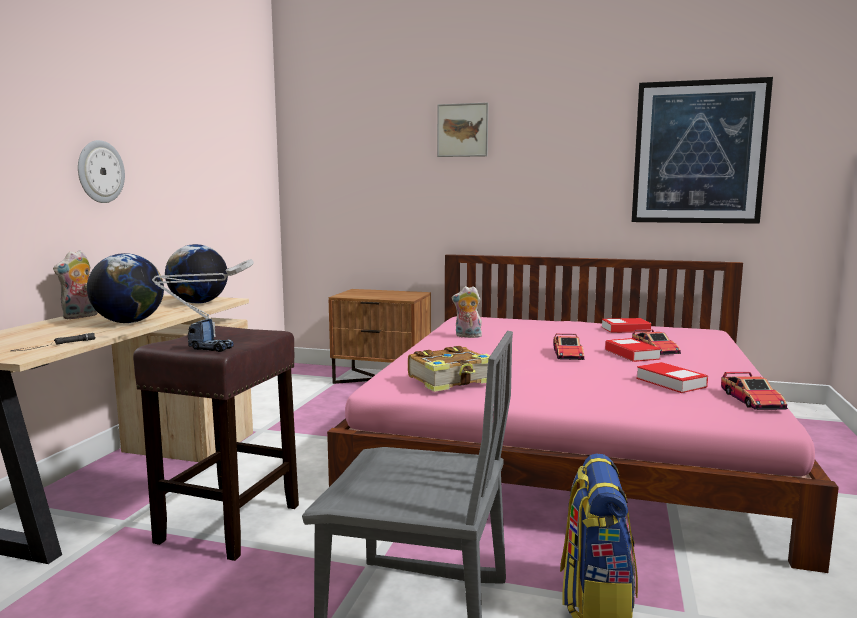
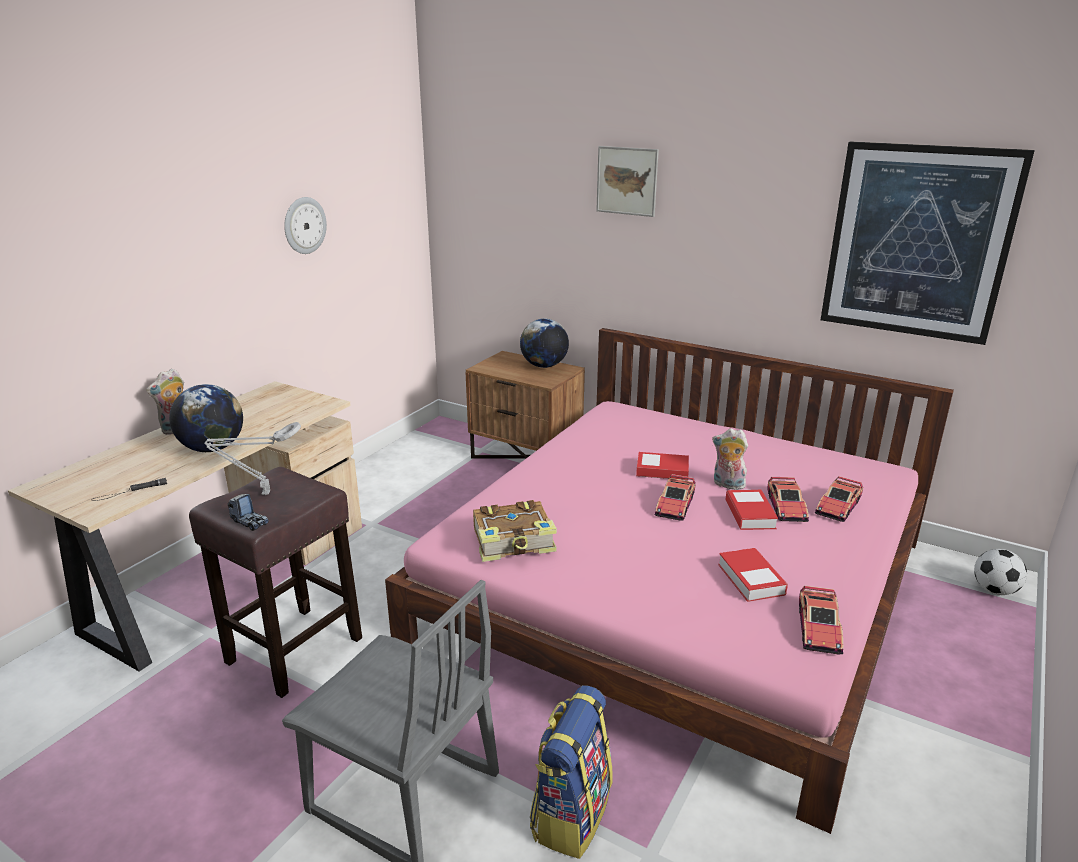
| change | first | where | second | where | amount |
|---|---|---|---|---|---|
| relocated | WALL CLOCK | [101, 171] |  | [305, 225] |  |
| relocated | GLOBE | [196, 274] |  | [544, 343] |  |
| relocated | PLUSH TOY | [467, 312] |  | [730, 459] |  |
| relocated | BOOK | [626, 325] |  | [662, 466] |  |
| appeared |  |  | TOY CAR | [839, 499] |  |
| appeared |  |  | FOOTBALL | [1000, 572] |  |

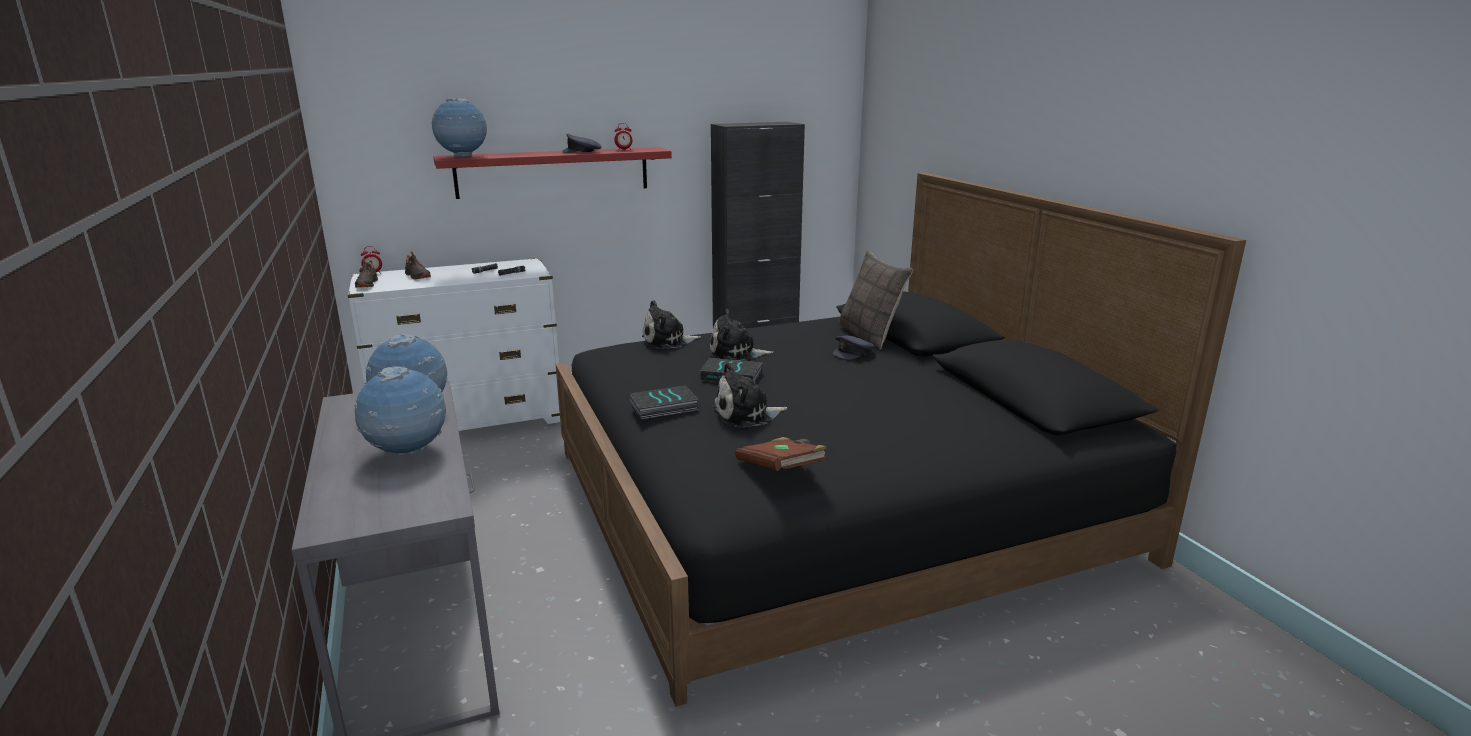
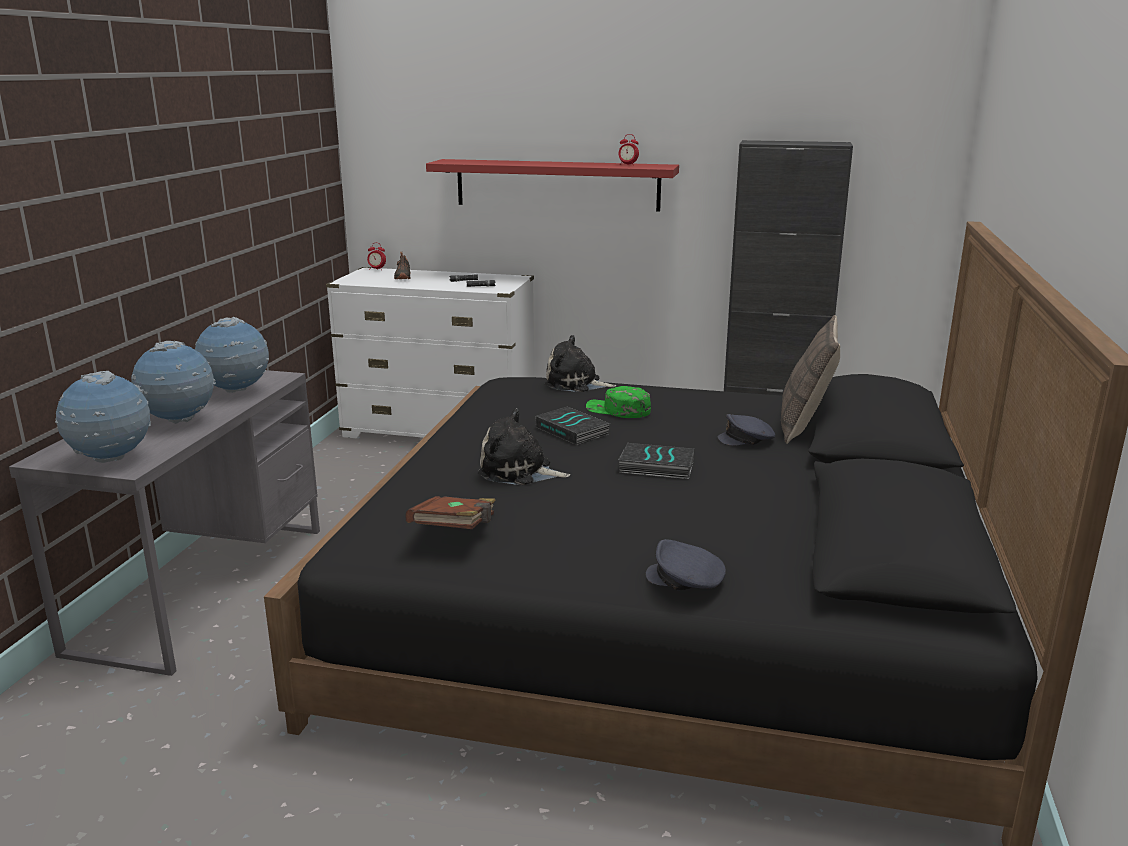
| change | first | where | second | where | amount |
|---|---|---|---|---|---|
| relocated | GLOBE | [459, 127] |  | [103, 417] |  |
| relocated | GREY CAP | [581, 143] |  | [686, 564] |  |
| missing | BLACK SHOE | [366, 273] |  |  |  |
| exchanged | PLUSH TOY | [741, 335] | GREEN CAP | [618, 402] |  |
| relocated | BOOK | [664, 402] |  | [656, 461] |  |

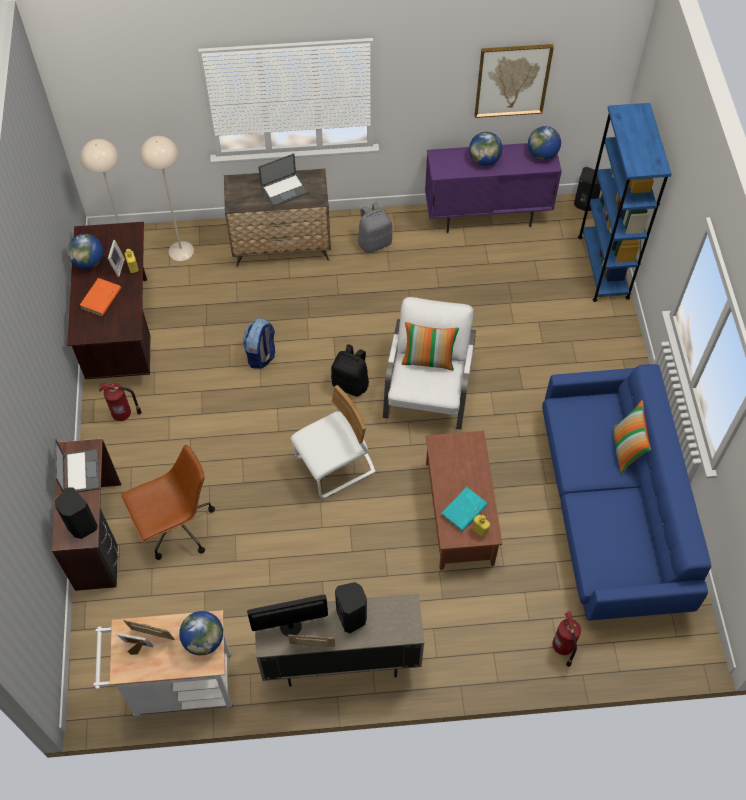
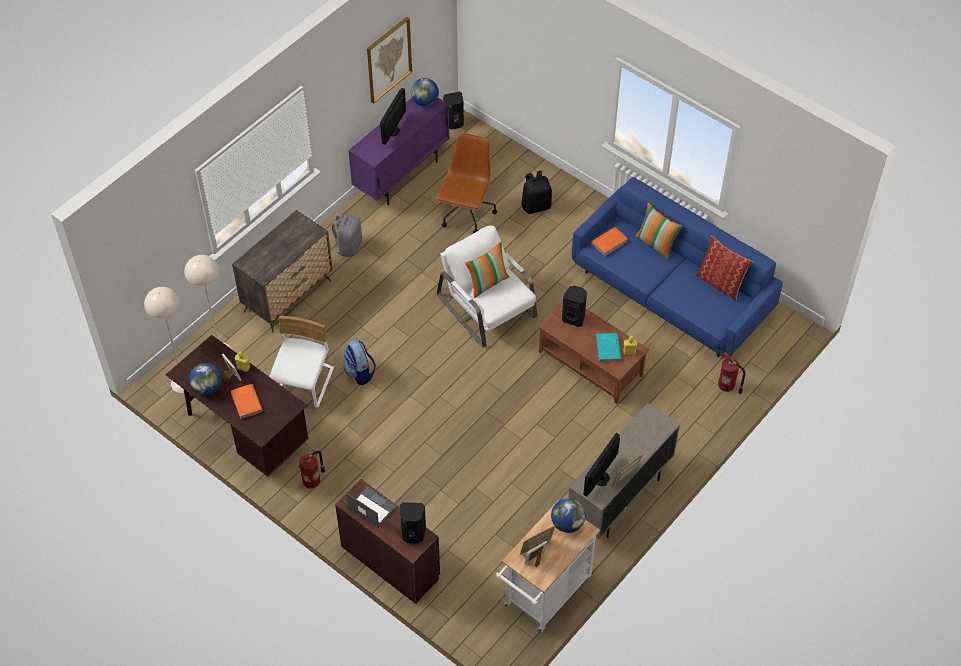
| change | first | where | second | where | amount |
|---|---|---|---|---|---|
| missing | BLUE BOOKCASE | [625, 202] |  |  |  |
| exchanged | GLOBE | [485, 149] | MONITOR | [393, 116] |  |
| missing | LAPTOP | [283, 180] |  |  |  |
| relocated | BLACK BACKPACK | [350, 370] |  | [536, 192] |  |
| relocated | WHITE CHAIR | [332, 442] |  | [301, 362] |  |
| relocated | BROWN OFFICE CHAIR | [168, 502] |  | [467, 183] |  |
| relocated | BLACK SPEAKER | [351, 607] |  | [574, 306] |  |
| appeared |  |  | ORANGE BOOK | [609, 241] |  |
| appeared |  |  | PILLOW | [724, 268] |  |

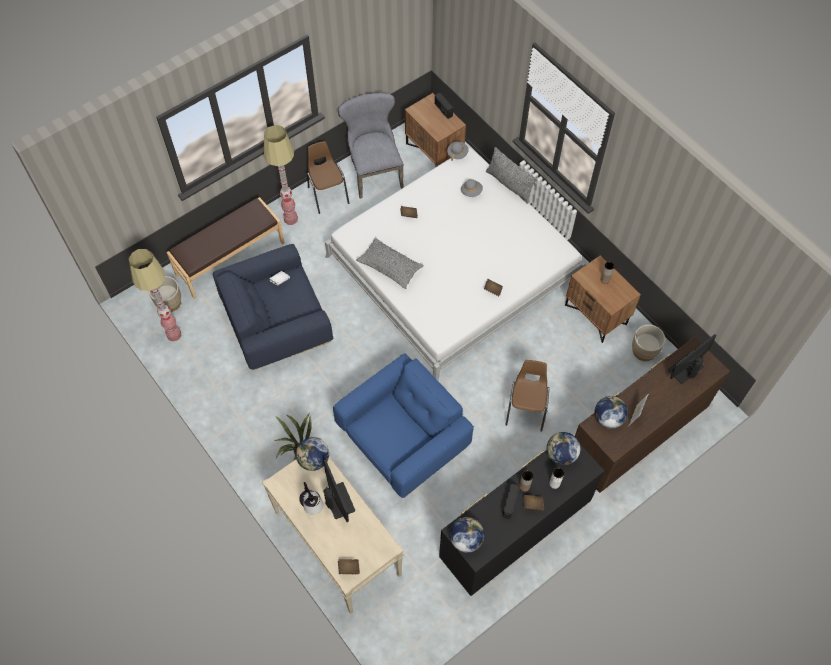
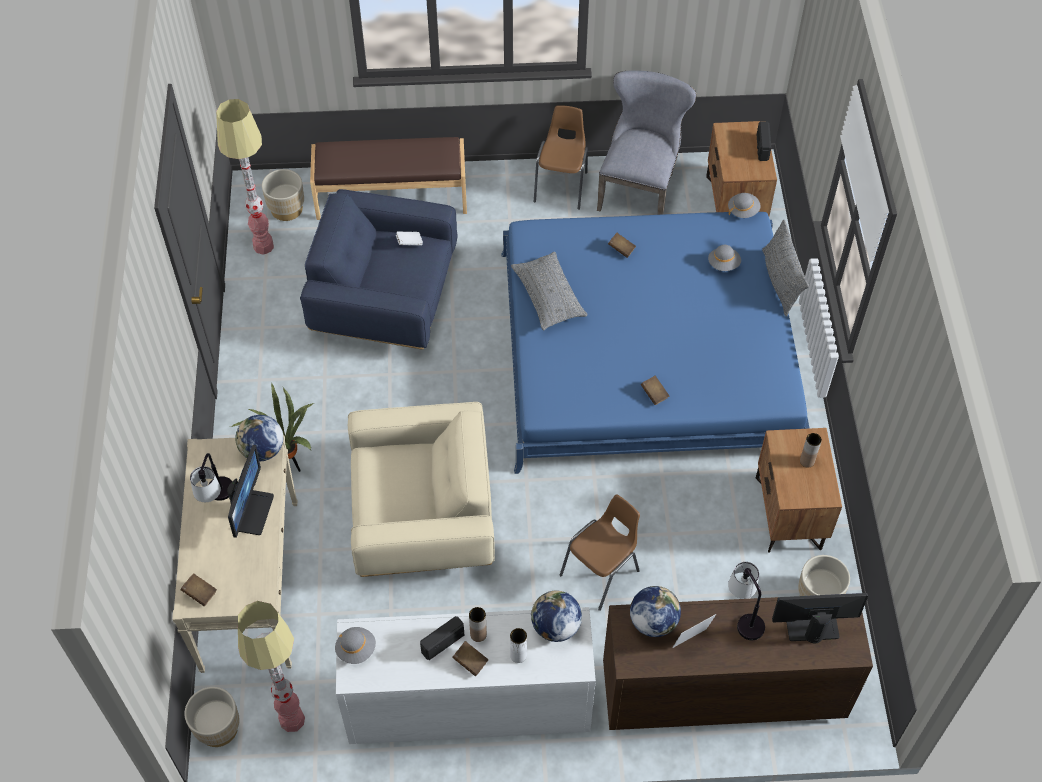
| change | first | where | second | where | amount |
|---|---|---|---|---|---|
| relocated | FLOOR LAMP | [281, 175] |  | [271, 666] |  |
| colour | WHITE BED | [455, 264] | BLUE BED | [655, 343] |  |
| colour | BLUE ARMCHAIR | [403, 425] | BEIGE ARMCHAIR | [421, 489] |  |
| colour | BLACK DRESSER | [521, 520] | WHITE DRESSER | [466, 675] |  |
| exchanged | GLOBE | [467, 535] | GREY HAT | [355, 645] |  |
| appeared |  |  | TABLE LAMP | [746, 601] |  |
| appeared |  |  | BEIGE PLANTER | [212, 717] |  |

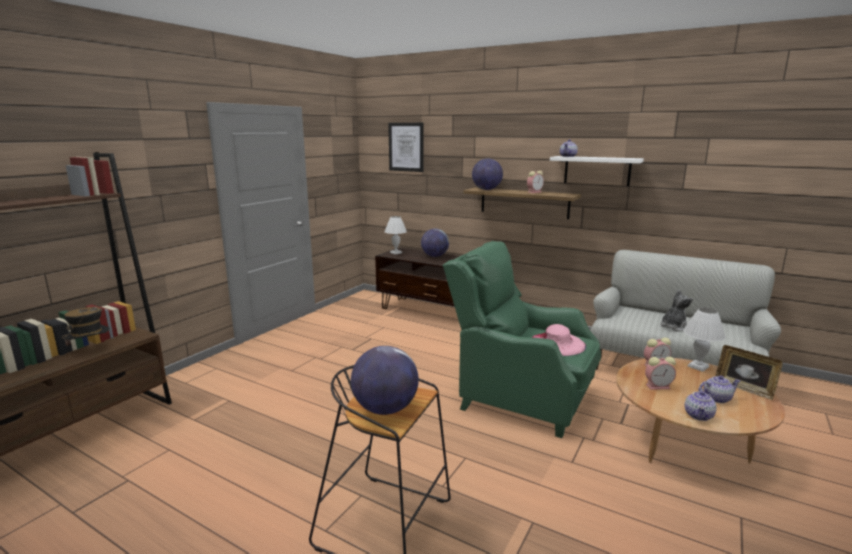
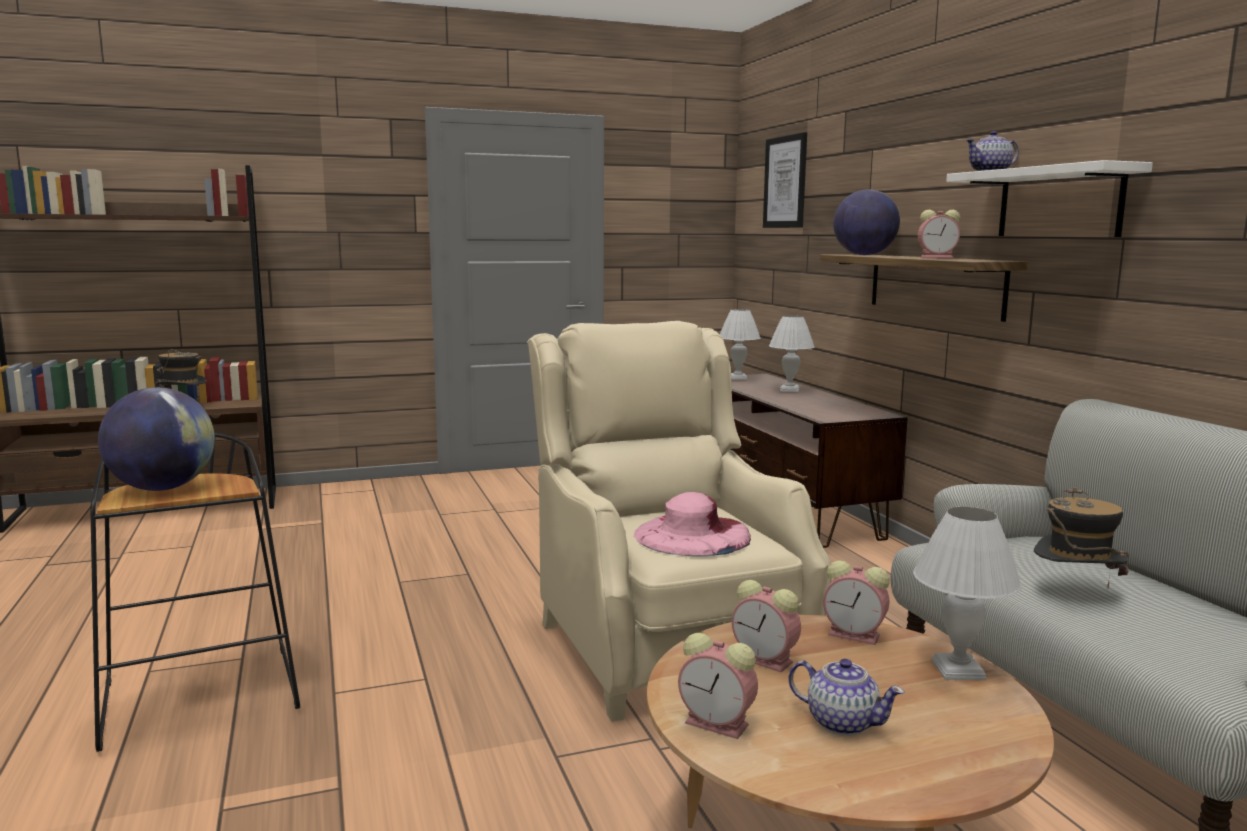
| change | first | where | second | where | amount |
|---|---|---|---|---|---|
| exchanged | GLOBE | [435, 243] | WHITE TABLE LAMP | [792, 353] |  |
| colour | GREEN ARMCHAIR | [521, 339] | BEIGE ARMCHAIR | [679, 521] |  |
| exchanged | PLUSH TOY | [676, 311] | HAT | [1081, 537] |  |
| missing | PICTURE FRAME | [749, 372] |  |  |  |
| exchanged | TEAPOT | [701, 404] | ALARM CLOCK | [718, 686] |  |

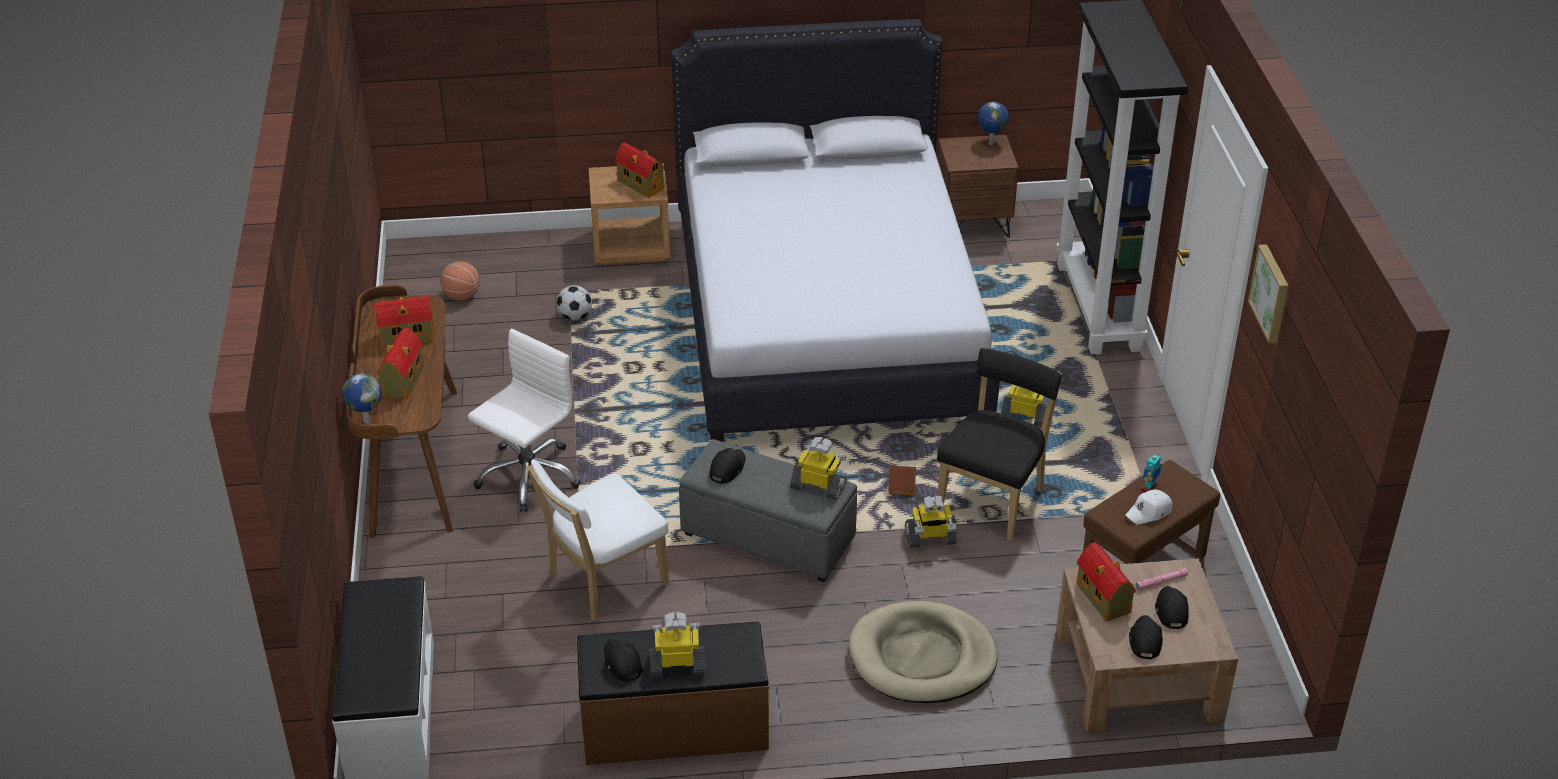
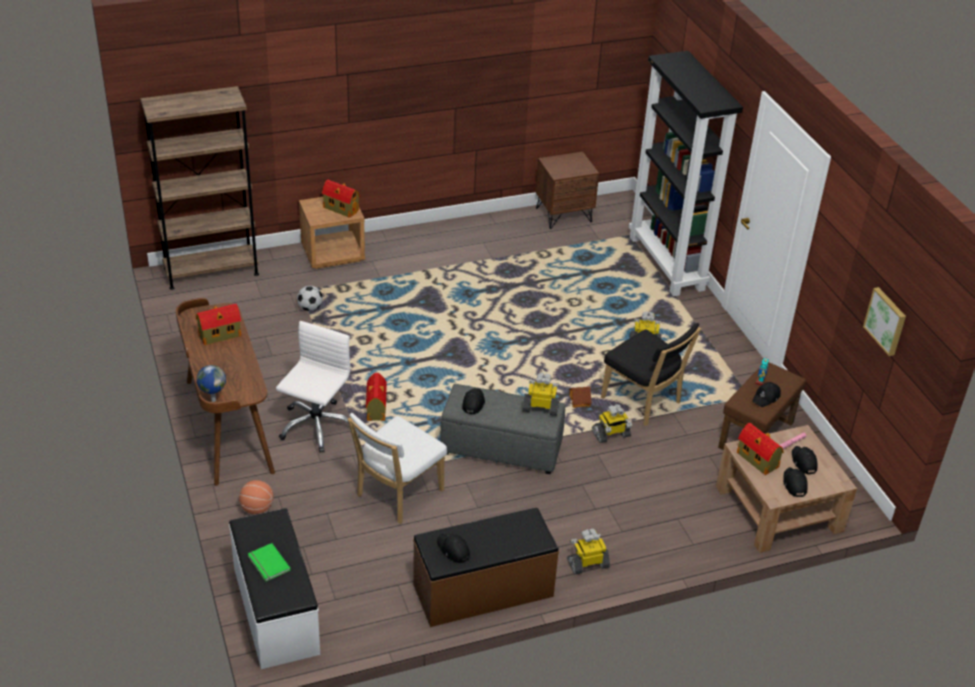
| change | first | where | second | where | amount |
|---|---|---|---|---|---|
| missing | WHITE BED | [835, 230] |  |  |  |
| missing | GLOBE | [993, 123] |  |  |  |
| relocated | PICTURE | [1268, 293] |  | [884, 321] |  |
| relocated | BASKETBALL | [460, 280] |  | [256, 497] |  |
| relocated | TOY HOUSE | [400, 363] |  | [376, 397] |  |
| spun | BLACK CHAIR | [999, 444] |  | [651, 374] | 120 degrees clockwise |
| colour | WHITE CAP | [1148, 507] | BLACK CAP | [766, 394] |  |
| missing | BEIGE DOG BED | [923, 652] |  |  |  |
| relocated | TOY ROBOT | [678, 644] |  | [588, 551] |  |
| appeared |  |  | BROWN BOOKCASE | [199, 188] |  |
| appeared |  |  | GREEN BOOK | [269, 562] |  |

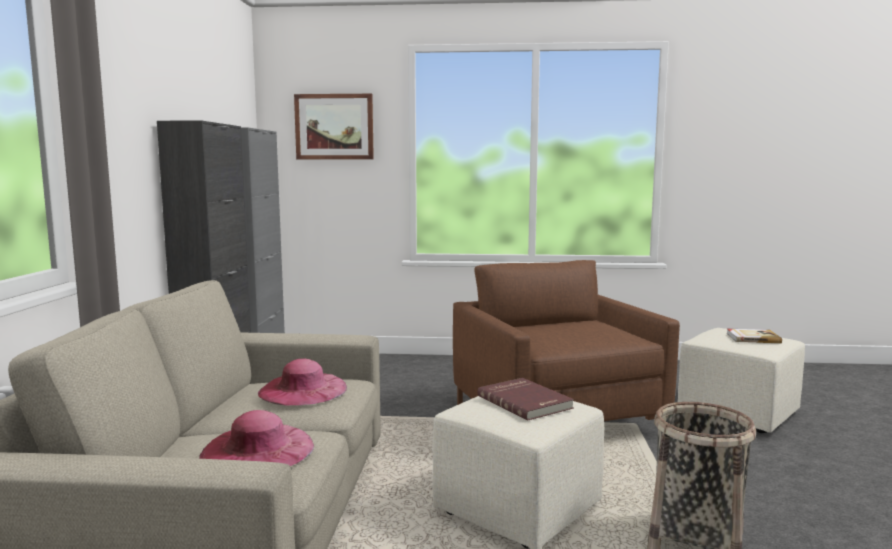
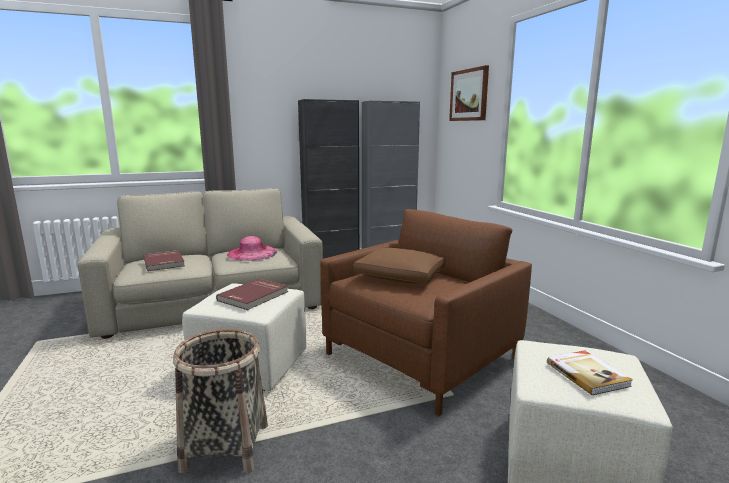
| change | first | where | second | where | amount |
|---|---|---|---|---|---|
| exchanged | PINK HAT | [256, 438] | RED BOOK | [164, 260] |  |
| appeared |  |  | BROWN PILLOW | [399, 265] |  |

